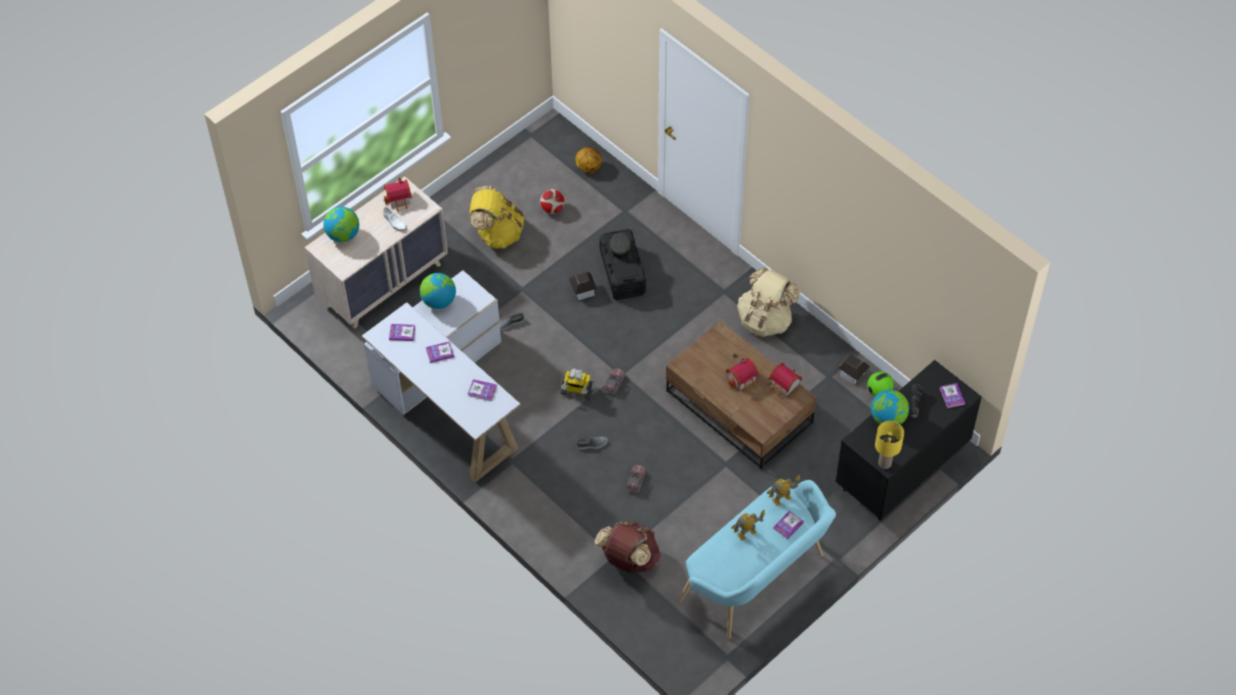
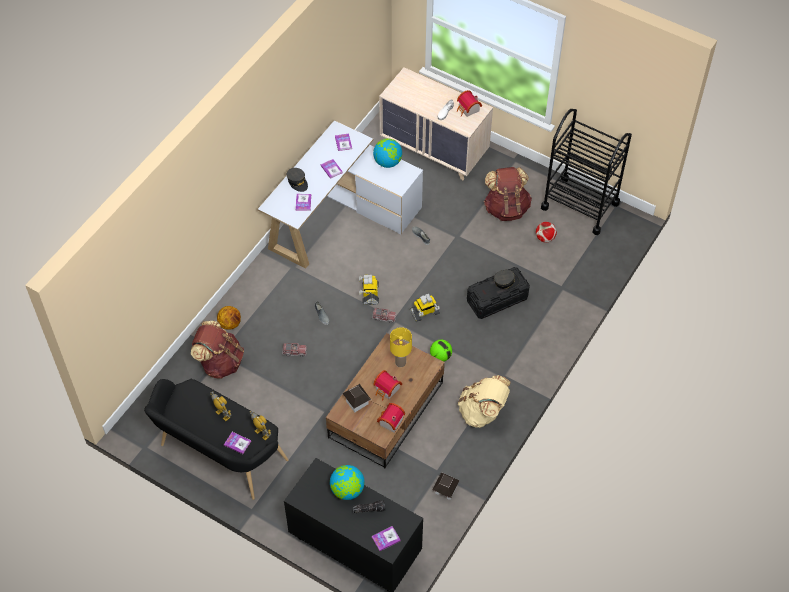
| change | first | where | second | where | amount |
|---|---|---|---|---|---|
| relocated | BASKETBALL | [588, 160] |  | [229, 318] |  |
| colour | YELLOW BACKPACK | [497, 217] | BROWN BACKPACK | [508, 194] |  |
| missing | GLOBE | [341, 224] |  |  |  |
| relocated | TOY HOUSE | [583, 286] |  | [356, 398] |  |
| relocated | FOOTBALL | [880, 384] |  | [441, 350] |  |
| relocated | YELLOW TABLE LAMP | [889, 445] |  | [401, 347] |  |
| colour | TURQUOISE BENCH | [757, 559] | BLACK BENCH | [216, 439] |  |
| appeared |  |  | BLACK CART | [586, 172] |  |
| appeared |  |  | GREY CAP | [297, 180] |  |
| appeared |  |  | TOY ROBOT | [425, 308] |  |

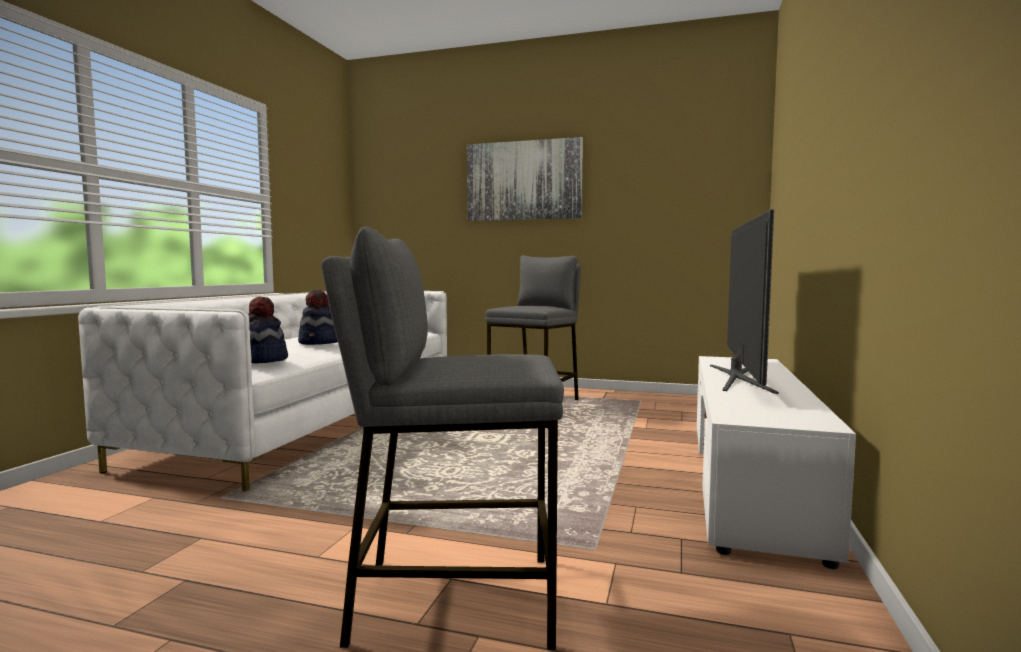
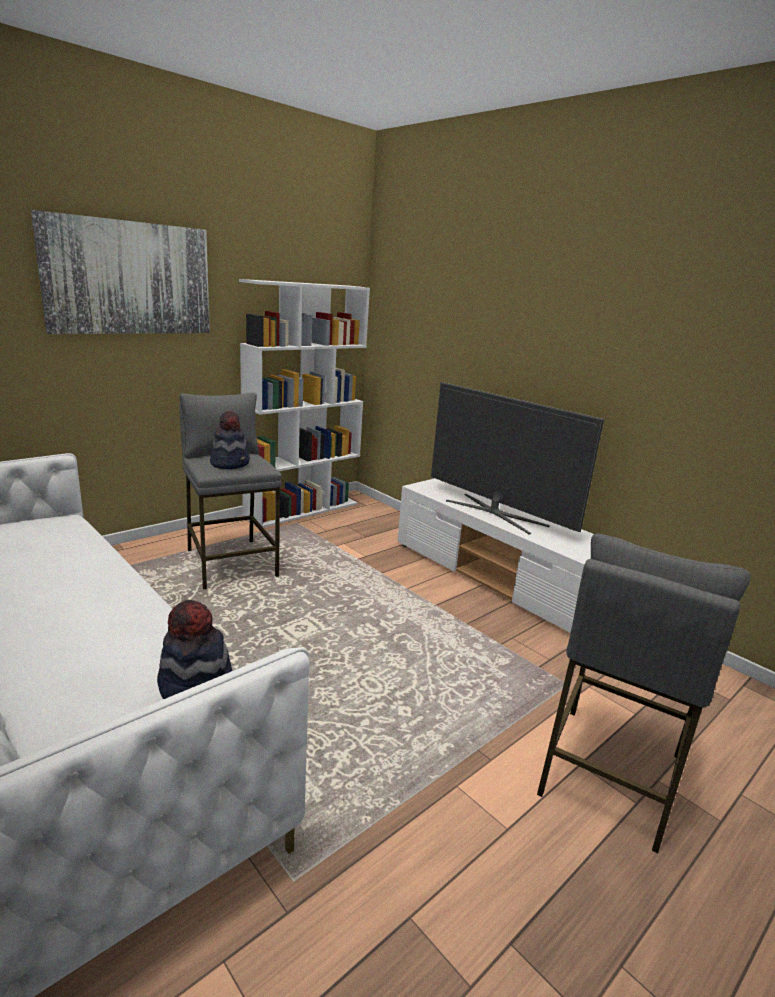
| change | first | where | second | where | amount |
|---|---|---|---|---|---|
| relocated | HAT | [318, 317] |  | [230, 440] |  |
| appeared |  |  | WHITE BOOKCASE | [304, 403] |  |

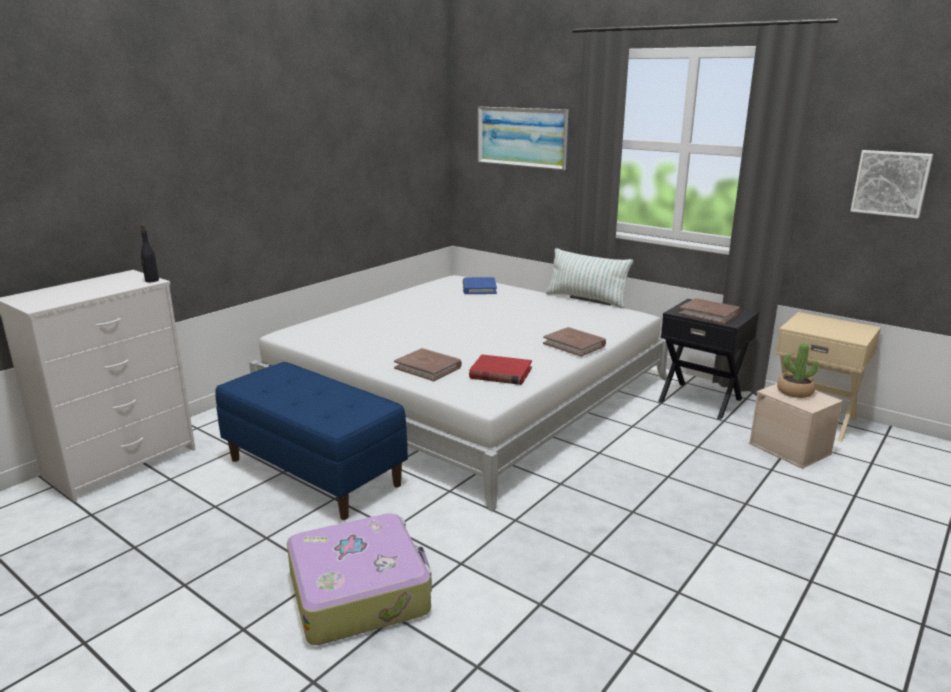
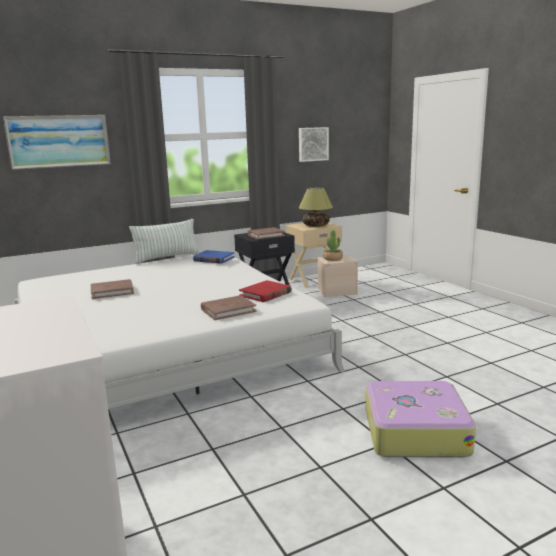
| change | first | where | second | where | amount |
|---|---|---|---|---|---|
| missing | BLACK BOTTLE | [150, 253] |  |  |  |
| relocated | BLUE BOOK | [480, 285] |  | [214, 257] |  |
| relocated | BROWN BOOK | [574, 342] |  | [112, 289] |  |
| missing | BLUE BENCH | [311, 441] |  |  |  |
| appeared |  |  | TABLE LAMP | [316, 207] |  |

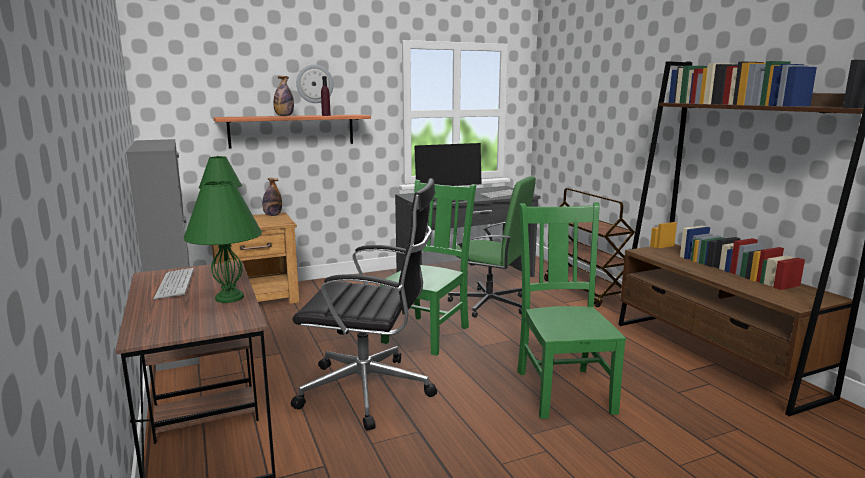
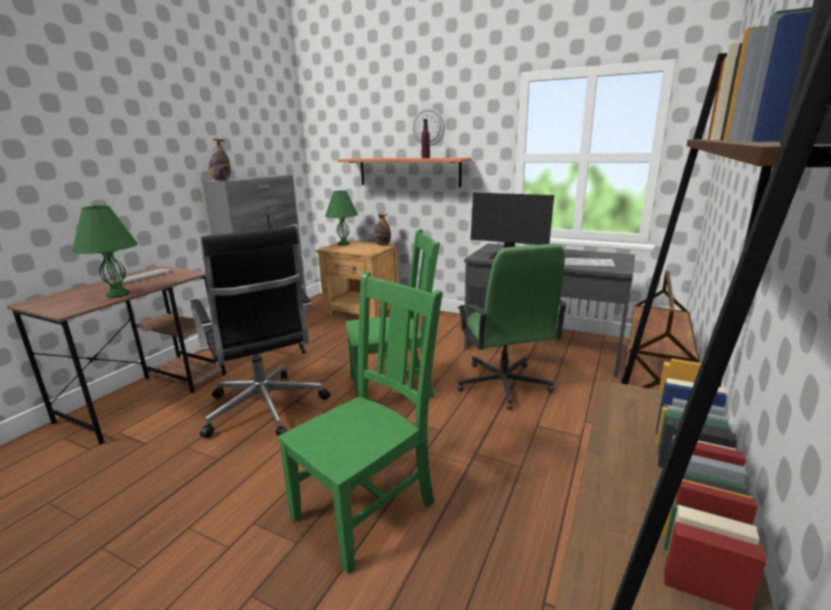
| change | first | where | second | where | amount |
|---|---|---|---|---|---|
| relocated | BOTTLE | [283, 96] |  | [220, 159] |  |

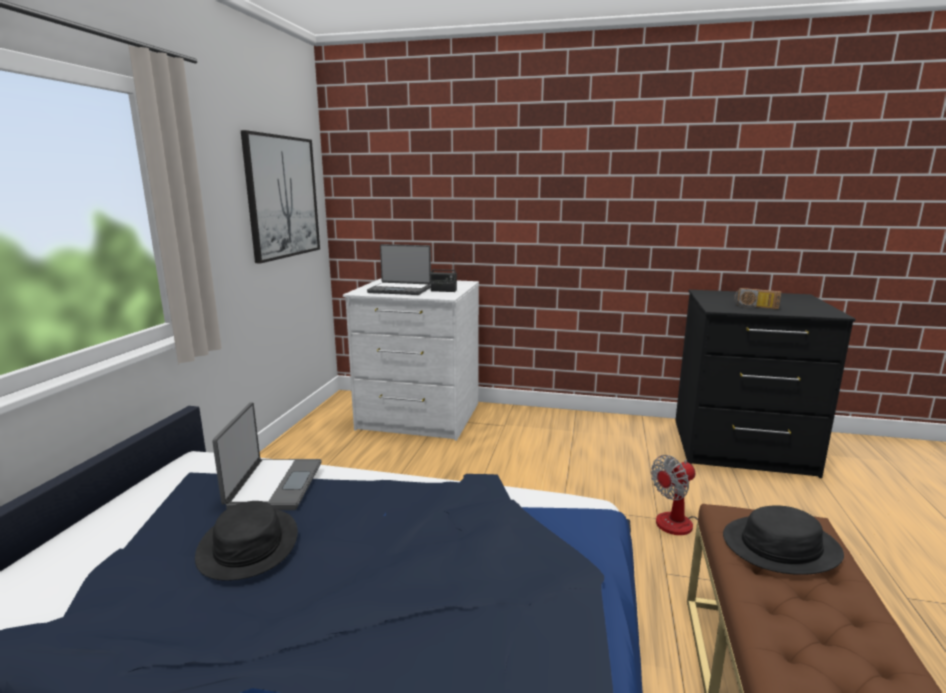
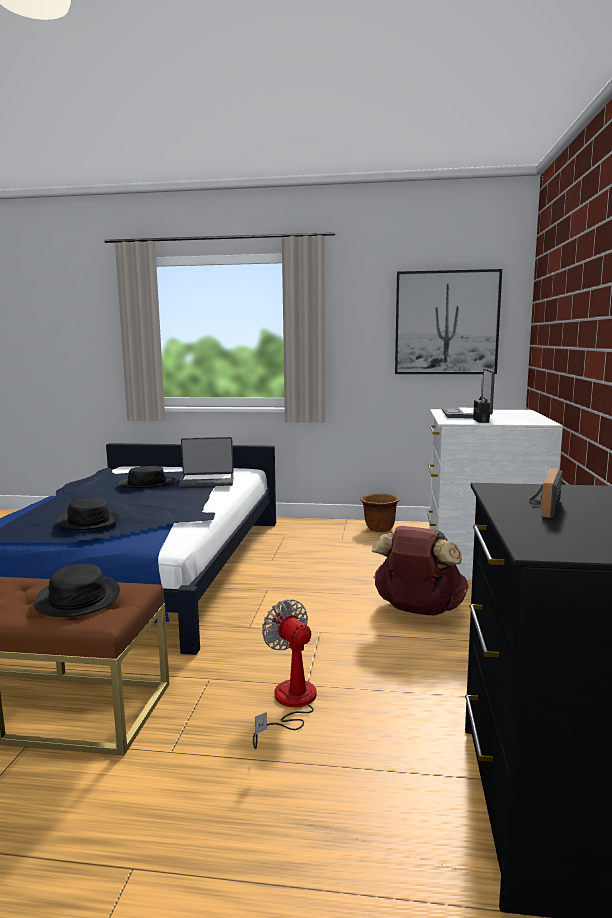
| change | first | where | second | where | amount |
|---|---|---|---|---|---|
| appeared |  |  | BROWN PLANTER | [379, 513] |  |
| appeared |  |  | BLACK HAT | [88, 514] |  |
| appeared |  |  | BROWN BACKPACK | [420, 570] |  |

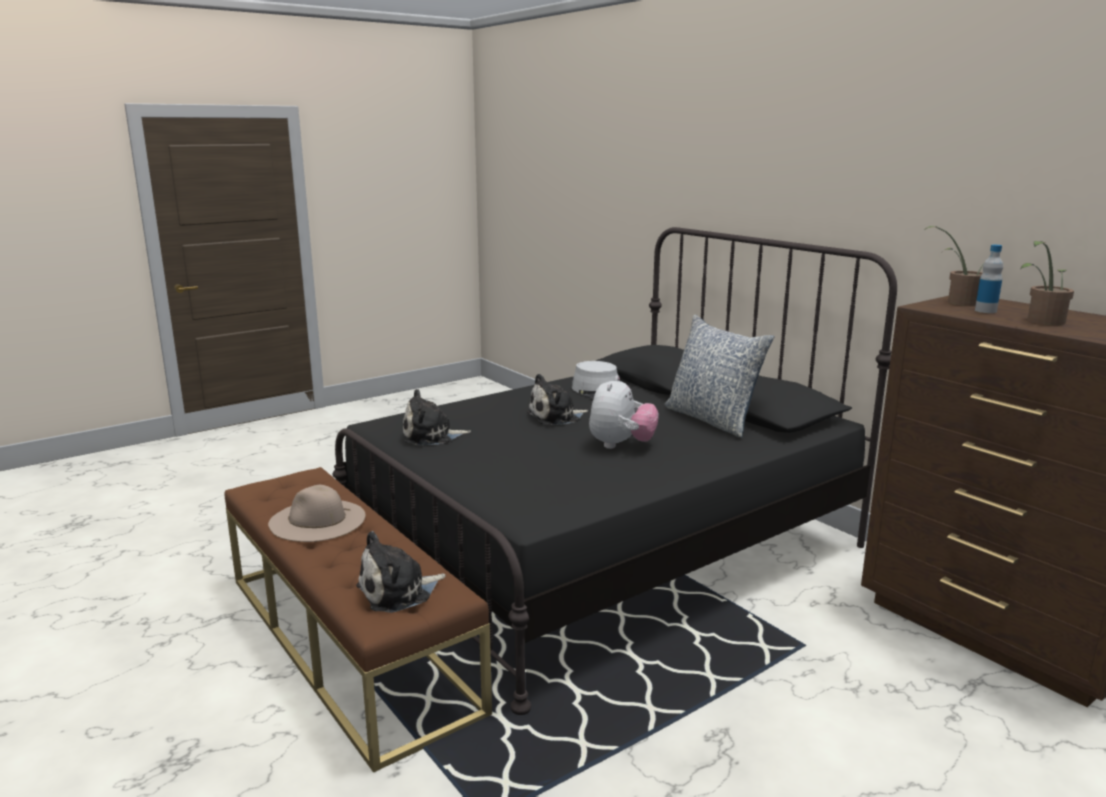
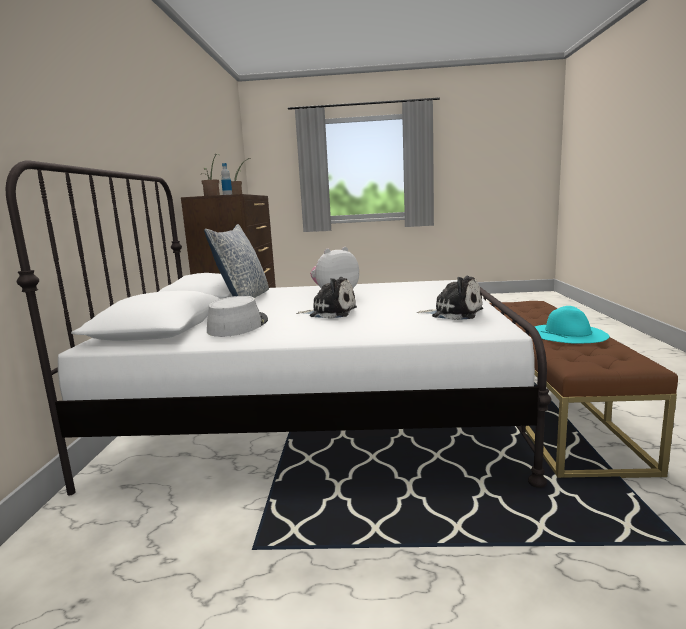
| change | first | where | second | where | amount |
|---|---|---|---|---|---|
| colour | BLACK BED | [614, 471] | WHITE BED | [278, 327] |  |
| colour | BEIGE HAT | [316, 513] | TURQUOISE HAT | [572, 325] |  |
| missing | PLUSH TOY | [401, 572] |  |  |  |

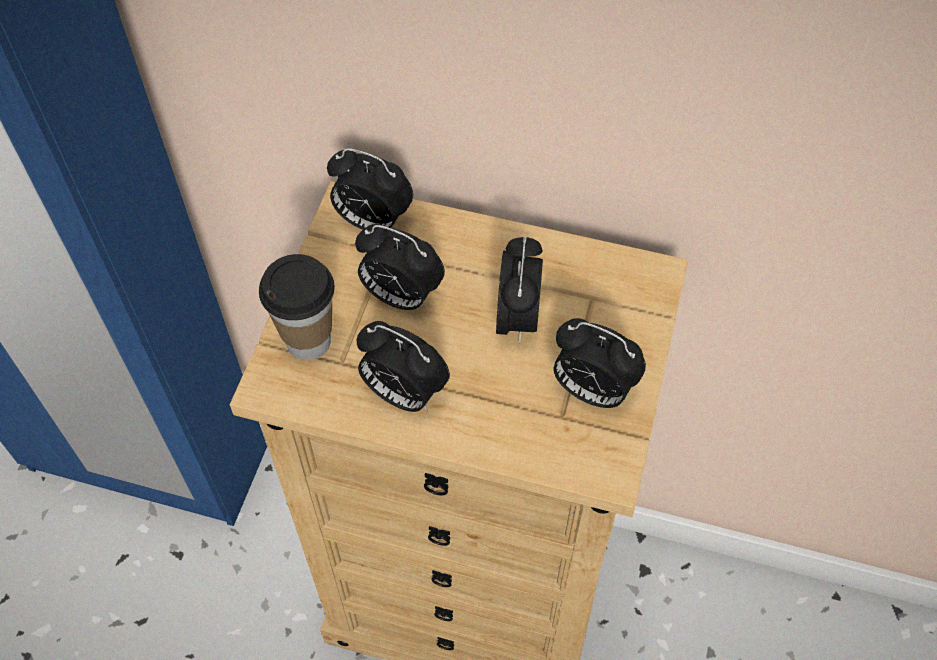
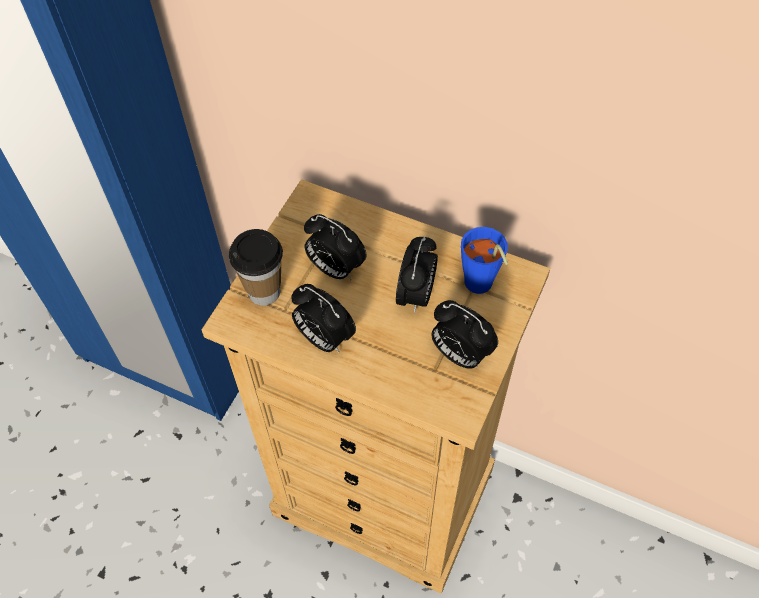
| change | first | where | second | where | amount |
|---|---|---|---|---|---|
| missing | ALARM CLOCK | [370, 189] |  |  |  |
| appeared |  |  | BLUE CUP | [484, 260] |  |

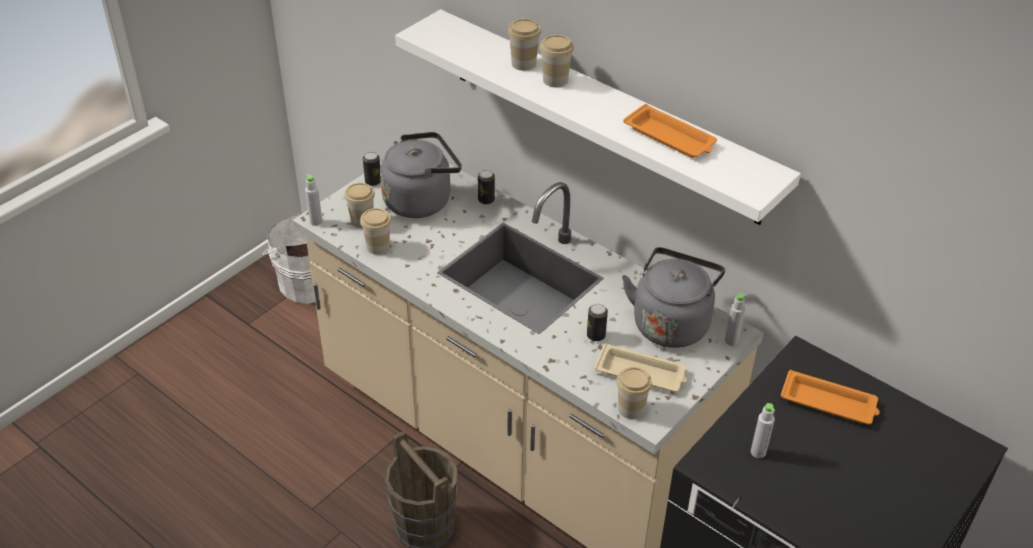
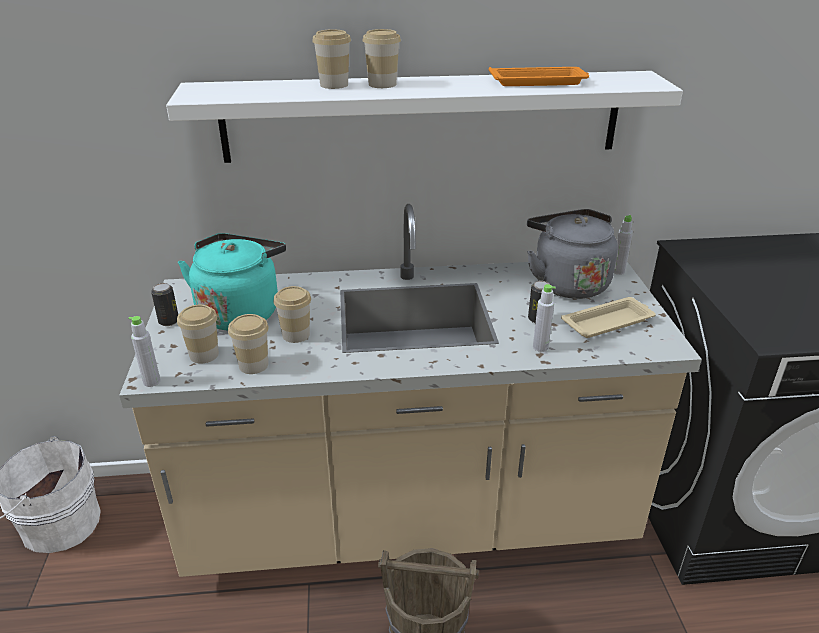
| change | first | where | second | where | amount |
|---|---|---|---|---|---|
| colour | GREY KETTLE | [421, 175] | TURQUOISE KETTLE | [232, 282] |  |
| missing | CAN | [486, 187] |  |  |  |
| relocated | CUP | [634, 393] |  | [292, 314] |  |
| missing | ORANGE TRAY | [830, 397] |  |  |  |
| relocated | GREY BOTTLE | [763, 430] |  | [544, 318] |  |

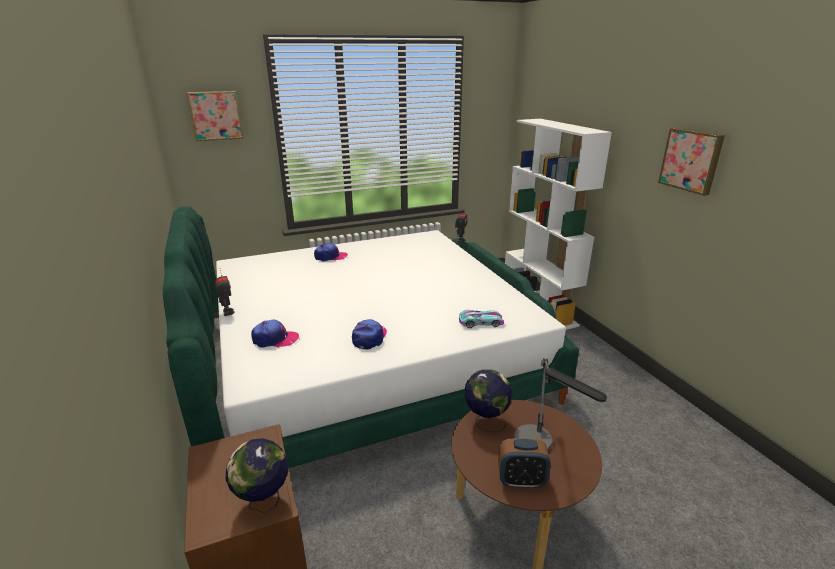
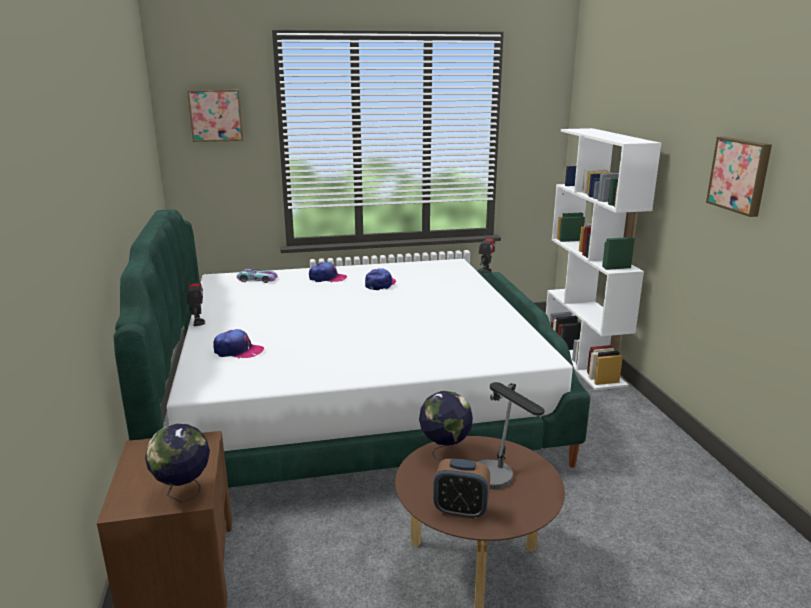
| change | first | where | second | where | amount |
|---|---|---|---|---|---|
| relocated | TOY CAR | [481, 319] |  | [257, 275] |  |
| relocated | CAP | [369, 334] |  | [380, 279] |  |

